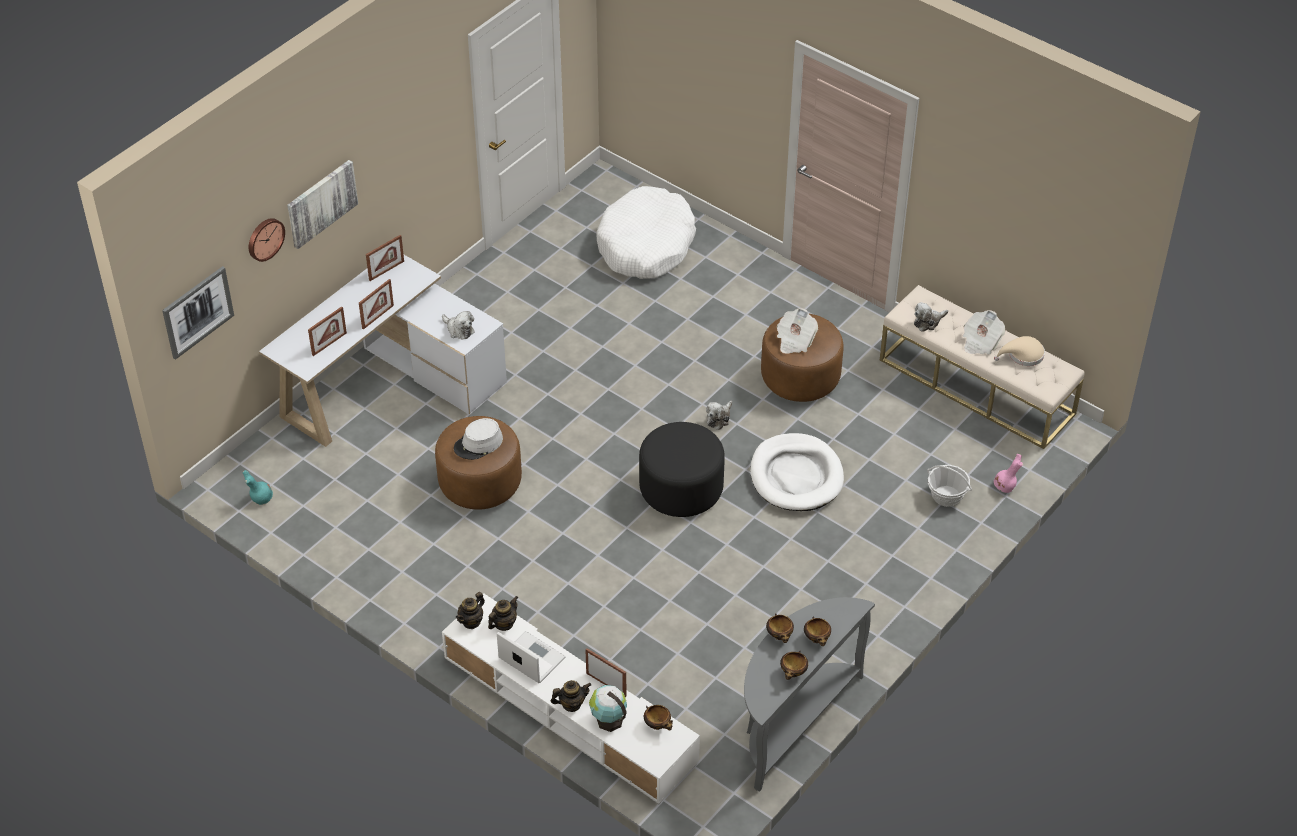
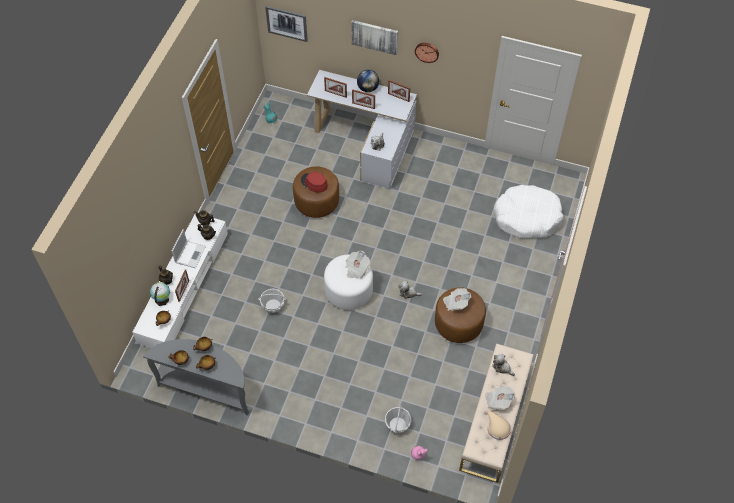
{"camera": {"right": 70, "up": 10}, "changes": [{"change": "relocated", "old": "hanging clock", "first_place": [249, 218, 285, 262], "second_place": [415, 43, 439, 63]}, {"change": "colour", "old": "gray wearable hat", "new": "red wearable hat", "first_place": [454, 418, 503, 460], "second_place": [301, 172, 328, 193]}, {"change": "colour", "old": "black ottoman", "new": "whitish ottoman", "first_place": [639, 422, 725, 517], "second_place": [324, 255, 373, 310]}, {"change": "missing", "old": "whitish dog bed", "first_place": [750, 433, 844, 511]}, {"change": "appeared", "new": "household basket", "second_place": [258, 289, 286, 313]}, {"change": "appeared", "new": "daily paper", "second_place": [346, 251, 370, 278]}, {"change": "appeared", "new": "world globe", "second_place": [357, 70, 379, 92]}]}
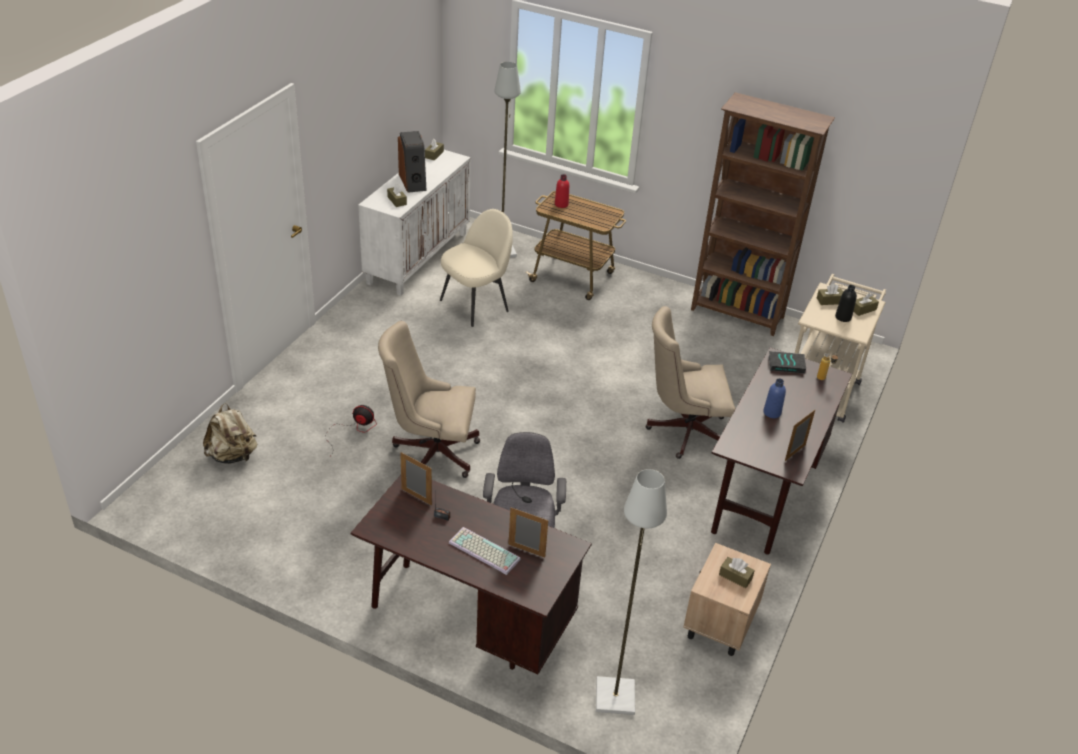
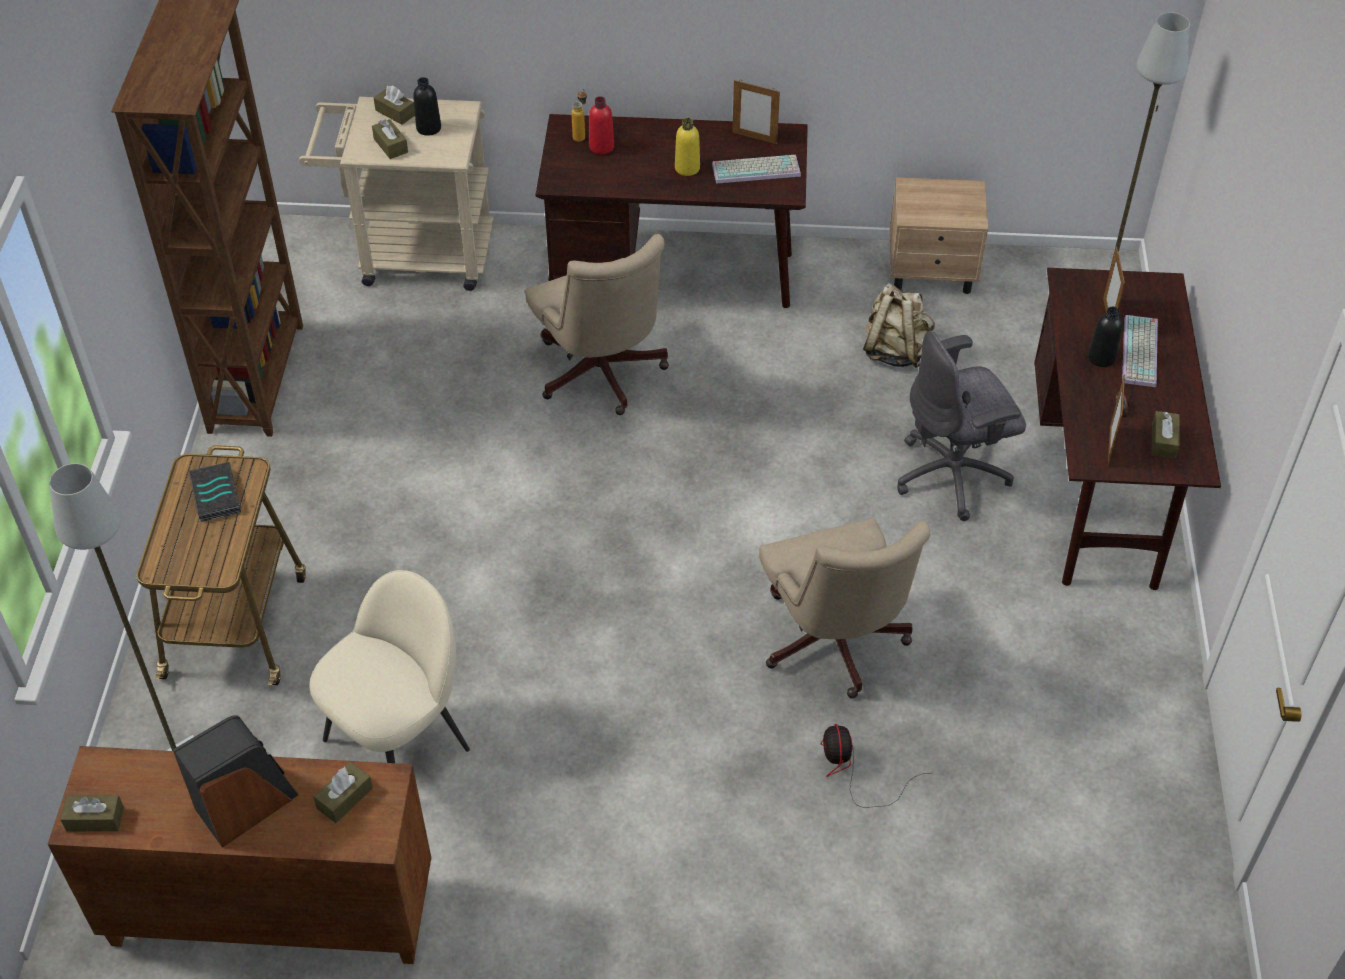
{"camera": {"right": -110, "up": 10}, "changes": [{"change": "relocated", "old": "beige-coloured knapsack", "first_place": [203, 403, 257, 464], "second_place": [863, 283, 935, 368]}, {"change": "colour", "old": "whitish cabinet", "new": "brown-coloured cabinet", "first_place": [358, 150, 471, 296], "second_place": [48, 746, 431, 964]}, {"change": "spun", "old": "beige-coloured upright chair", "first_place": [440, 209, 513, 327], "second_place": [309, 570, 470, 763], "degrees": 105}, {"change": "relocated", "old": "red drink bottle", "first_place": [555, 174, 569, 208], "second_place": [589, 96, 614, 154]}, {"change": "relocated", "old": "brown-coloured tissue box", "first_place": [719, 557, 755, 588], "second_place": [1151, 411, 1180, 459]}, {"change": "colour", "old": "blue-coloured drink bottle", "new": "yellowish drink bottle", "first_place": [763, 378, 786, 418], "second_place": [675, 118, 700, 176]}, {"change": "relocated", "old": "book", "first_place": [768, 351, 806, 374], "second_place": [189, 462, 241, 522]}, {"change": "appeared", "new": "keyboard", "second_place": [712, 155, 801, 184]}, {"change": "appeared", "new": "black drink bottle", "second_place": [1088, 307, 1123, 367]}]}
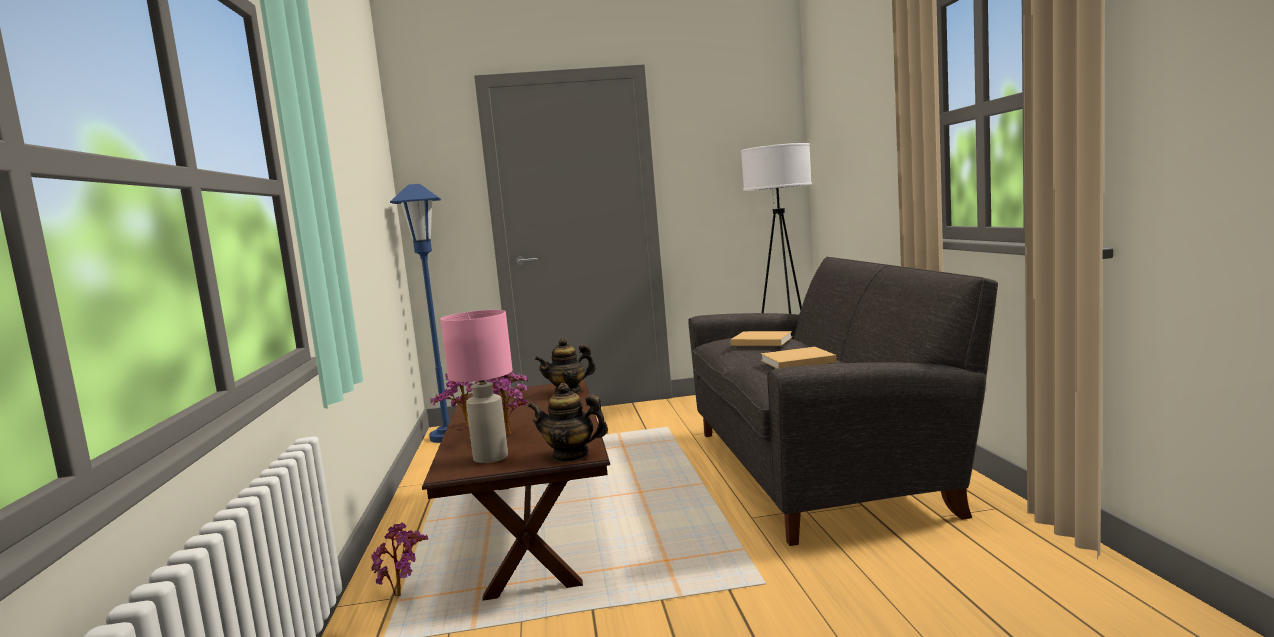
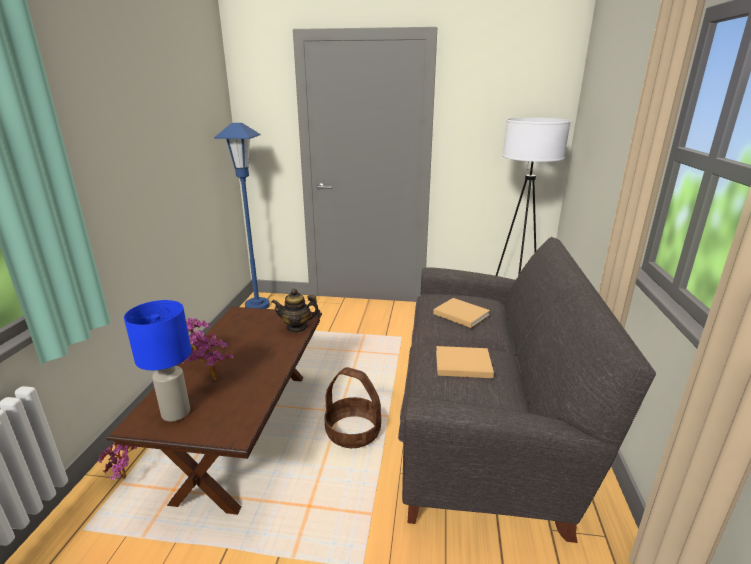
{"camera": {"right": 15, "up": 15}, "changes": [{"change": "colour", "old": "pink lamp for a table", "new": "blue-coloured lamp for a table", "first_place": [440, 310, 513, 463], "second_place": [124, 300, 191, 422]}, {"change": "missing", "old": "tea pot", "first_place": [528, 383, 608, 462]}, {"change": "appeared", "new": "household basket", "second_place": [324, 367, 381, 448]}]}
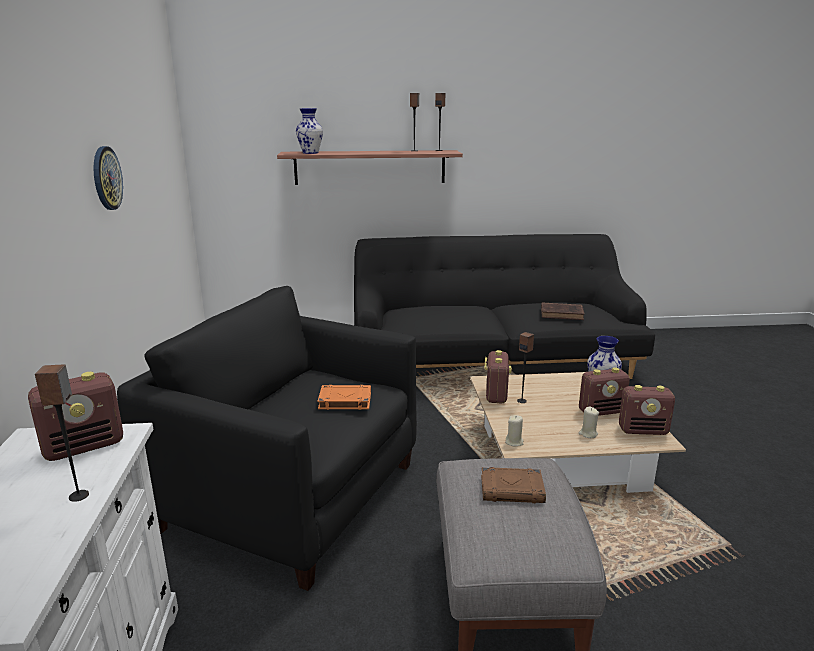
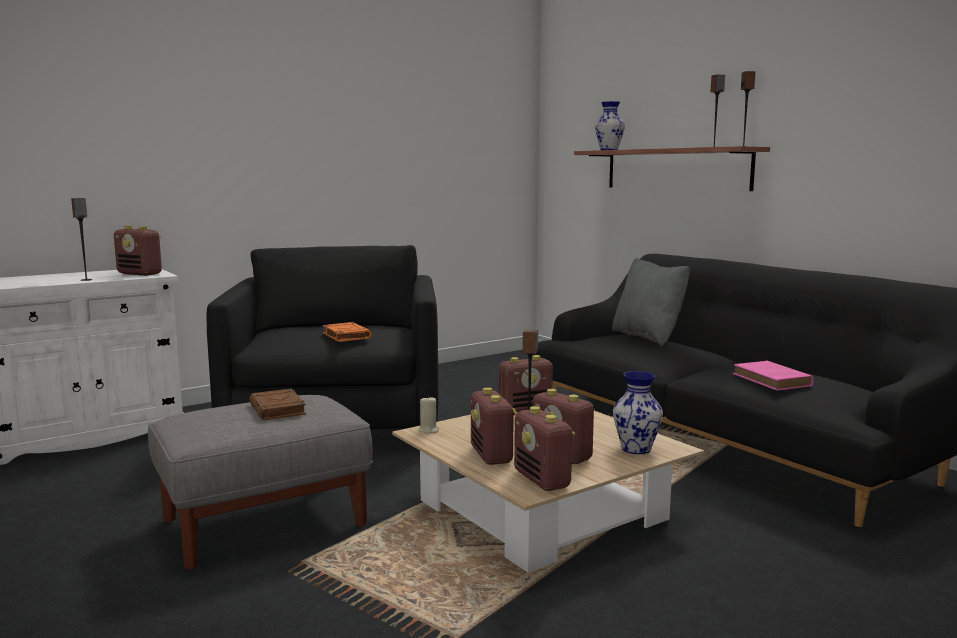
{"camera": {"right": 60, "up": -10}, "changes": [{"change": "missing", "old": "hanging clock", "first_place": [94, 146, 123, 210]}, {"change": "colour", "old": "brown-coloured book", "new": "pink book", "first_place": [541, 303, 584, 320], "second_place": [733, 361, 814, 390]}, {"change": "exchanged", "old": "beige-coloured candle", "new": "radio set", "first_place": [579, 407, 599, 438], "second_place": [471, 387, 517, 465]}, {"change": "appeared", "new": "gray cushion", "second_place": [612, 258, 690, 346]}]}
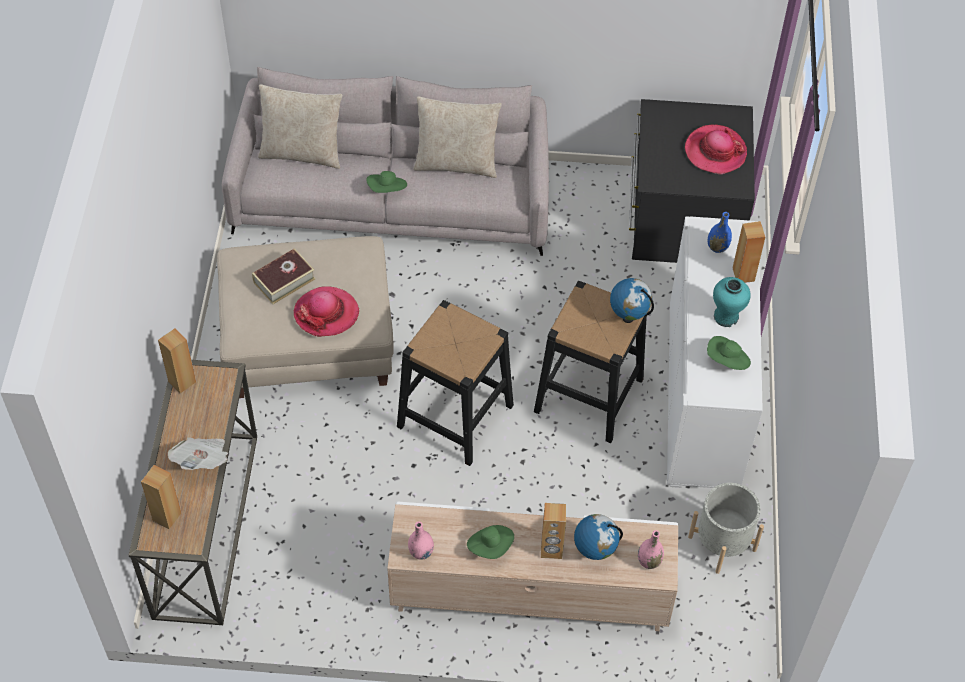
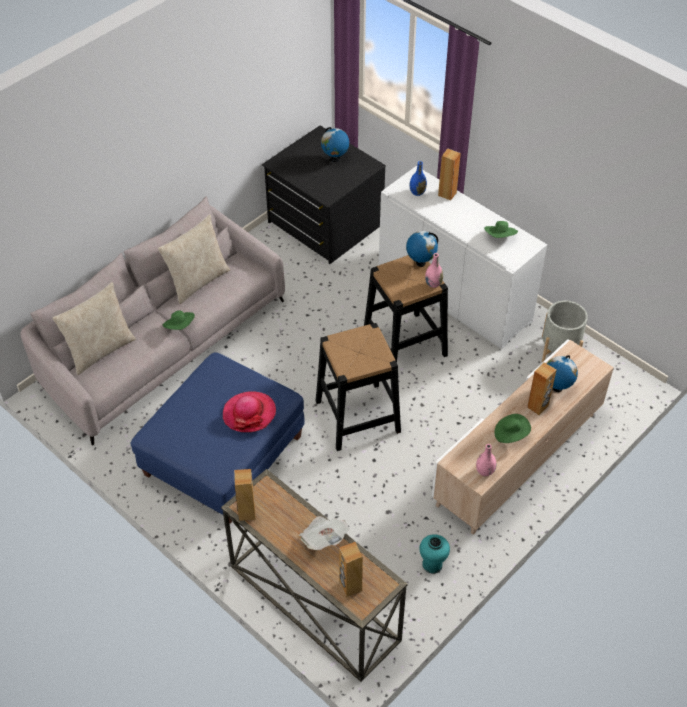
{"camera": {"right": -50, "up": -5}, "changes": [{"change": "colour", "old": "beige-coloured ottoman", "new": "blue-coloured ottoman", "first_place": [217, 236, 394, 398], "second_place": [130, 352, 305, 524]}, {"change": "missing", "old": "book", "first_place": [252, 248, 315, 305]}, {"change": "relocated", "old": "pink flower vase", "first_place": [638, 530, 664, 569], "second_place": [425, 253, 443, 288]}, {"change": "exchanged", "old": "wearable hat", "new": "world globe", "first_place": [685, 124, 747, 174], "second_place": [321, 127, 349, 162]}, {"change": "relocated", "old": "turquoise flower vase", "first_place": [713, 277, 751, 327], "second_place": [420, 534, 450, 574]}]}
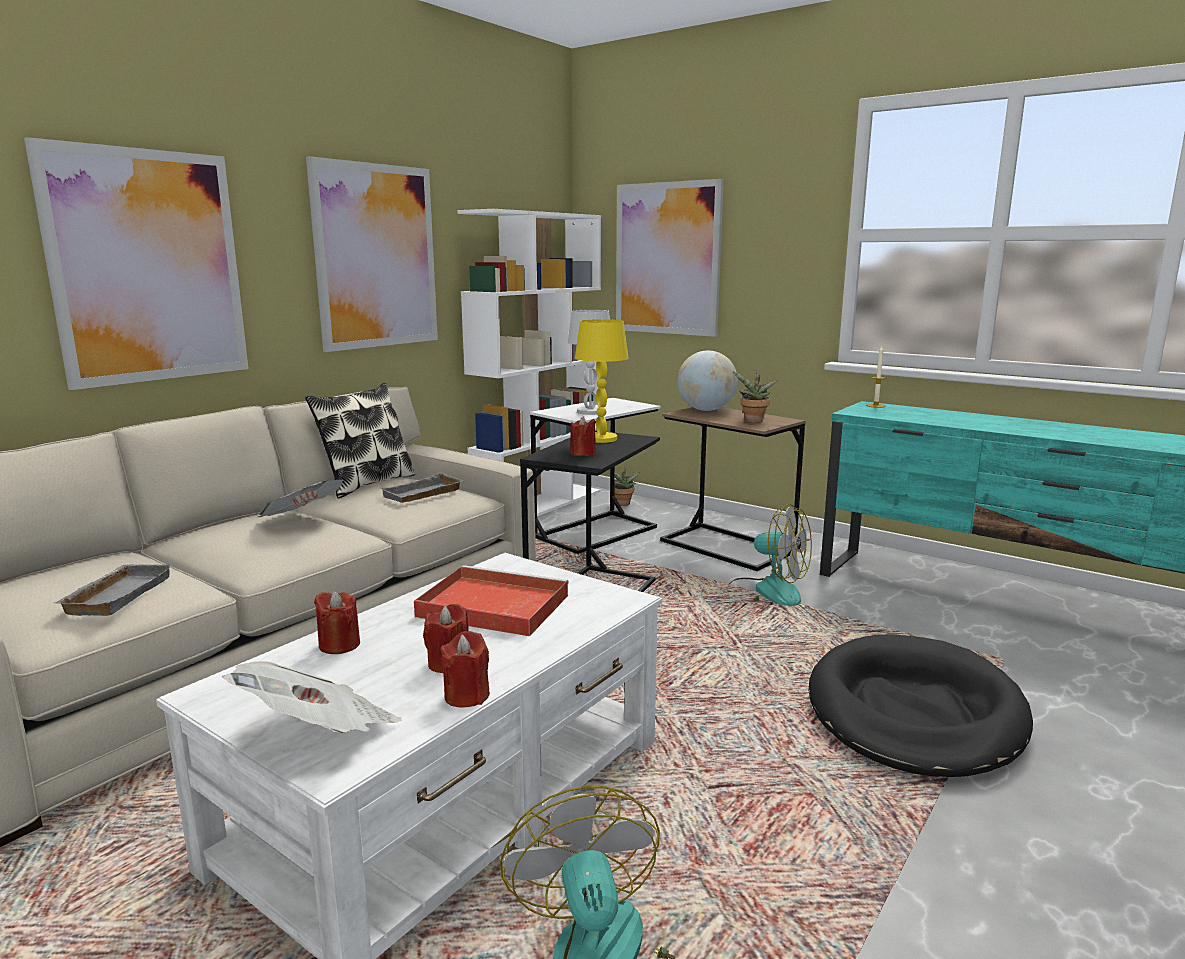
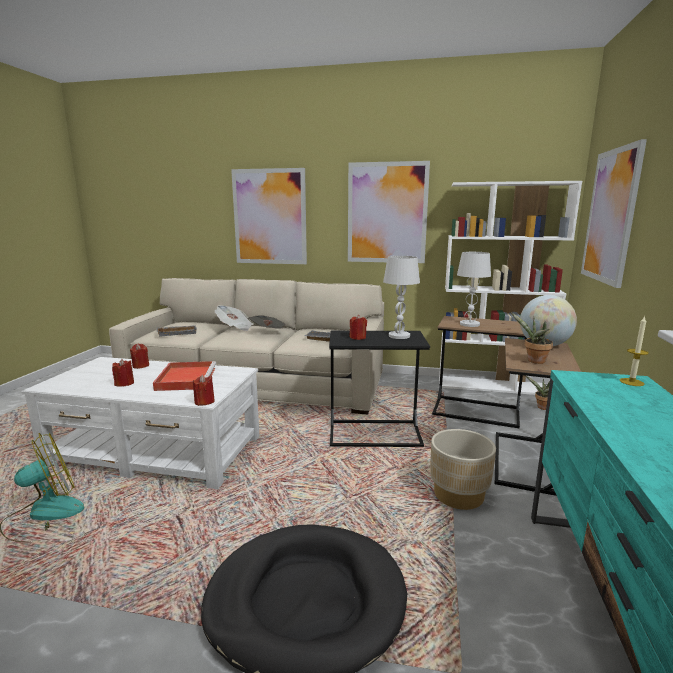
{"camera": {"right": 65, "up": 0}, "changes": [{"change": "relocated", "old": "daily paper", "first_place": [222, 661, 402, 733], "second_place": [215, 305, 253, 331]}, {"change": "missing", "old": "cushion", "first_place": [305, 382, 415, 499]}, {"change": "relocated", "old": "red candle", "first_place": [440, 631, 490, 708], "second_place": [193, 375, 215, 406]}, {"change": "colour", "old": "whitish side table", "new": "brown-coloured side table", "first_place": [530, 398, 661, 554], "second_place": [432, 316, 527, 428]}, {"change": "colour", "old": "yellowish lamp for a table", "new": "whitish lamp for a table", "first_place": [575, 319, 629, 443], "second_place": [383, 256, 420, 339]}, {"change": "exchanged", "old": "cooling fan", "new": "beige-coloured flower pot", "first_place": [727, 504, 812, 606], "second_place": [430, 429, 496, 510]}]}
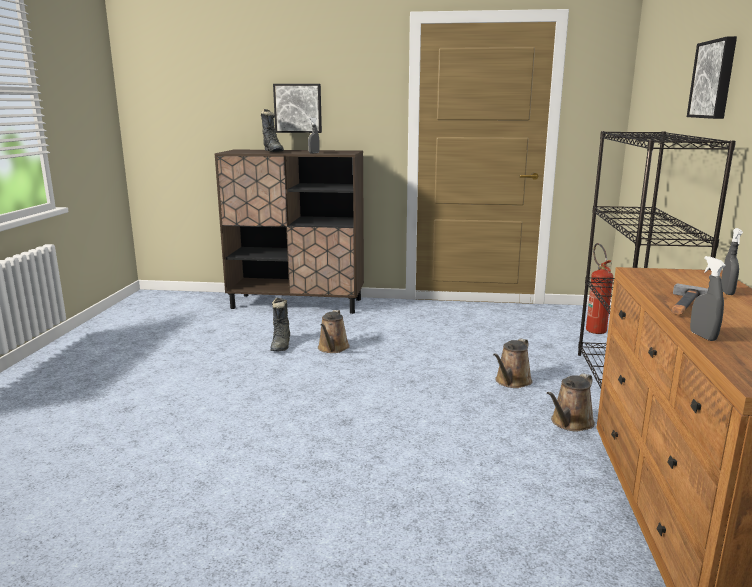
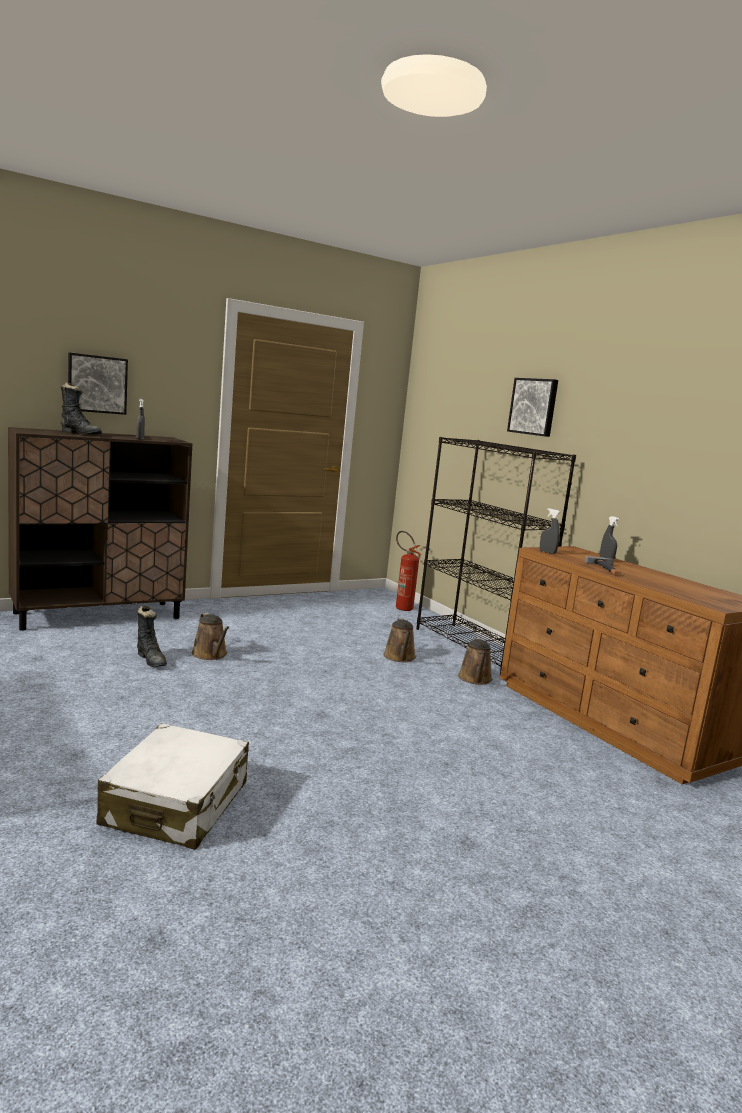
{"camera": {"right": -40, "up": -5}, "changes": [{"change": "relocated", "old": "gray hand sprayer", "first_place": [690, 256, 726, 341], "second_place": [540, 508, 560, 554]}, {"change": "appeared", "new": "whitish travel case", "second_place": [97, 723, 249, 850]}]}
